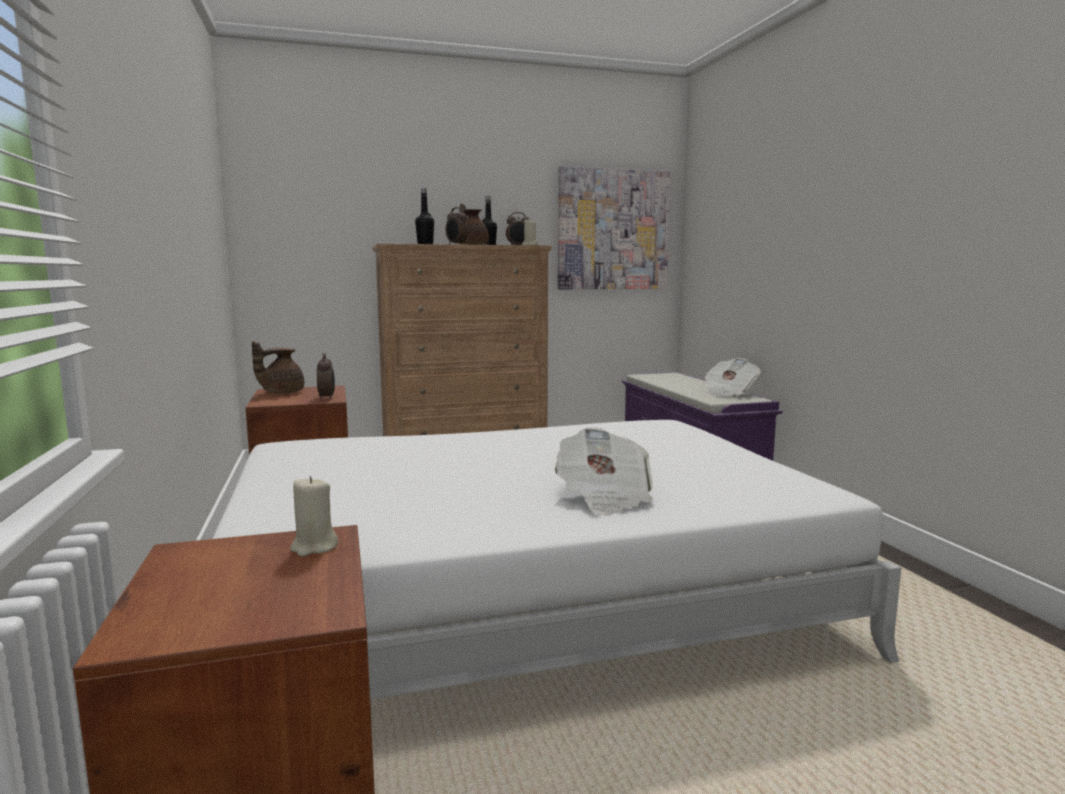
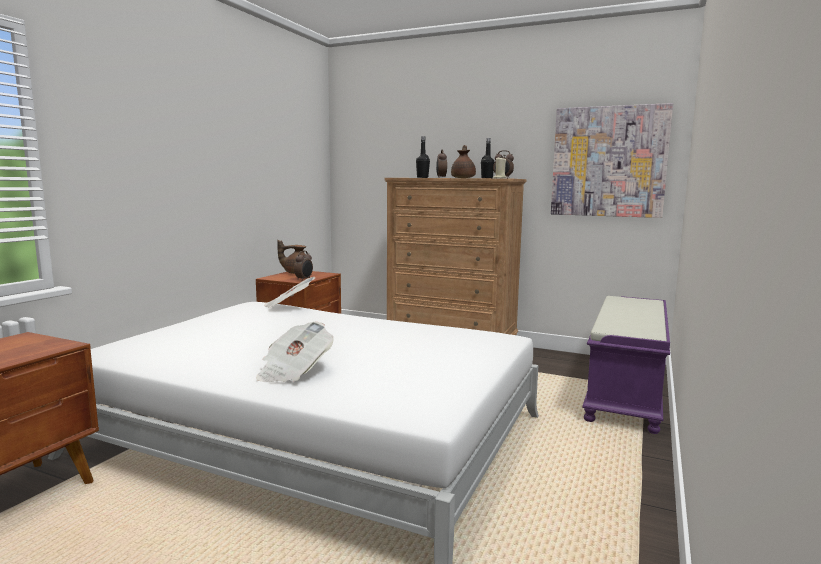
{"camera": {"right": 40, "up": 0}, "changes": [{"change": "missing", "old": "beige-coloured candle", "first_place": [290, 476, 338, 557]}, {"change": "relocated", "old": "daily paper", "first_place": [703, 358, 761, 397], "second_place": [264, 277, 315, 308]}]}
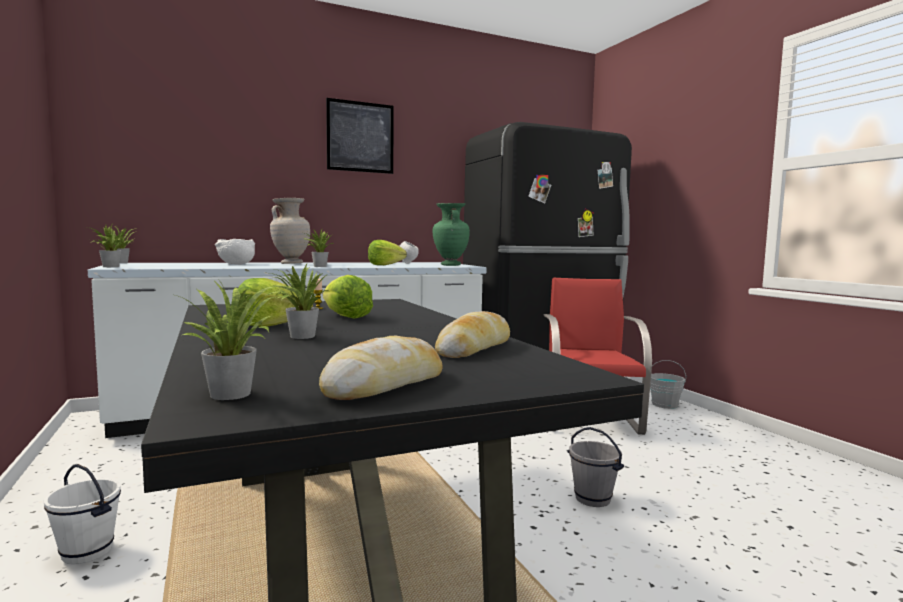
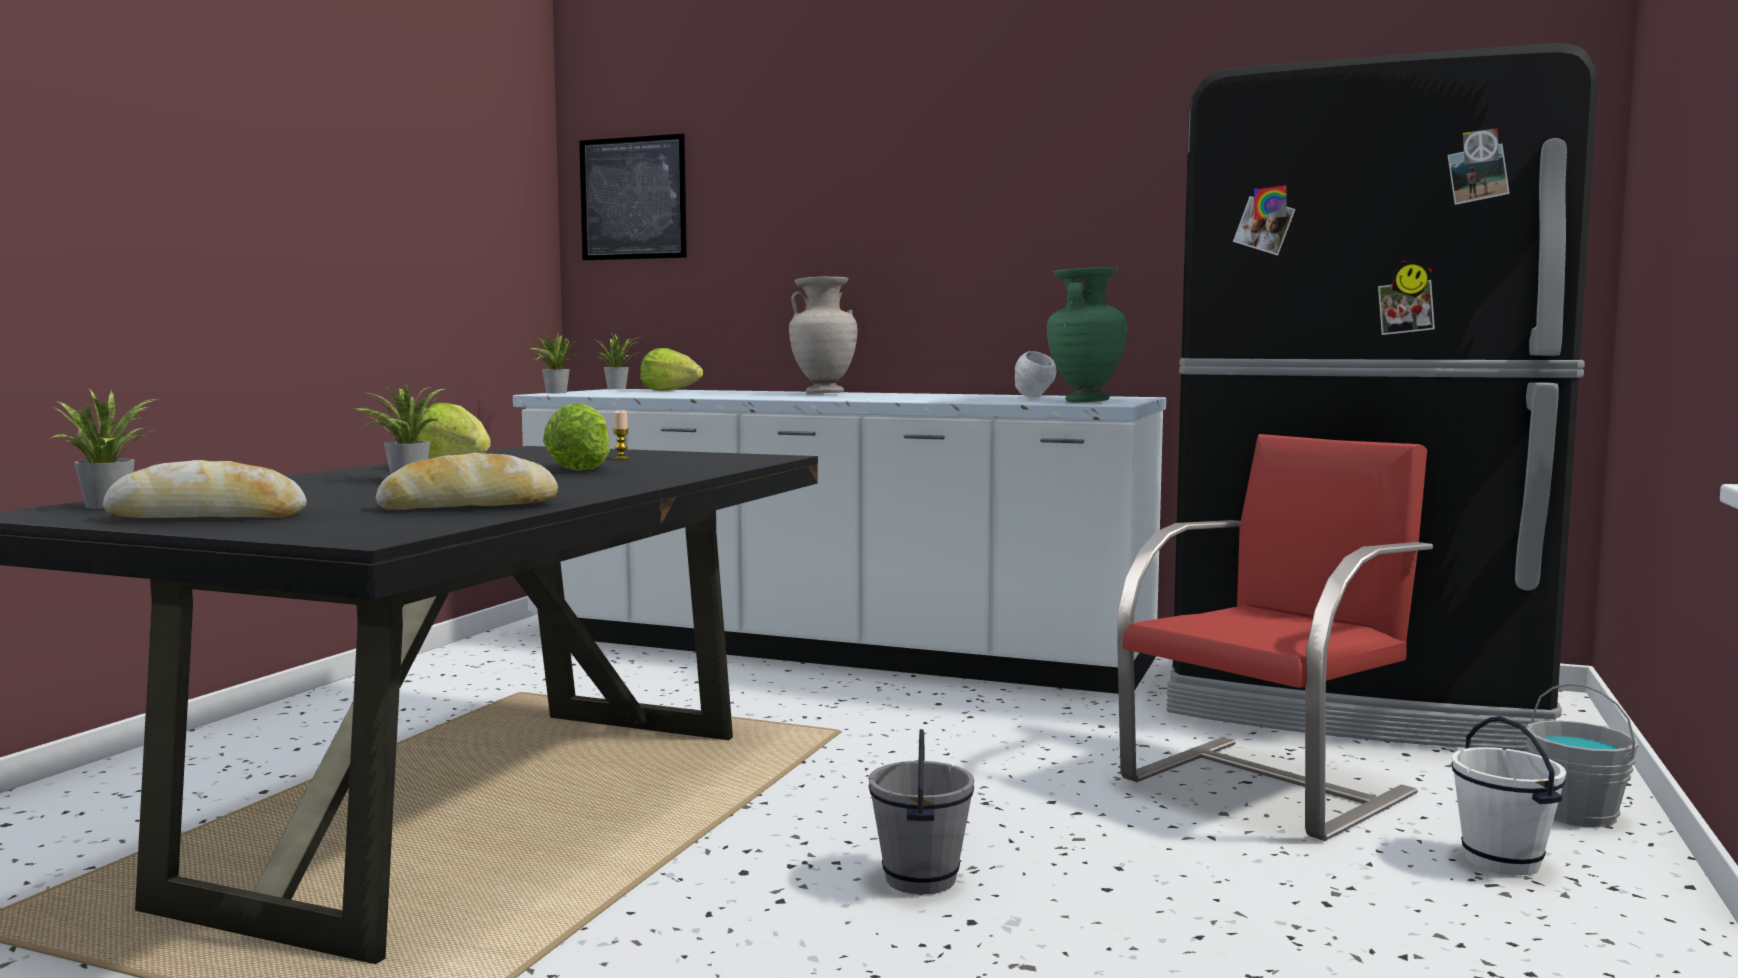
{"camera": {"right": 45, "up": 0}, "changes": [{"change": "relocated", "old": "whitish water bucket", "first_place": [44, 464, 121, 565], "second_place": [1451, 716, 1566, 876]}, {"change": "missing", "old": "whitish serving bowl", "first_place": [215, 239, 255, 265]}, {"change": "missing", "old": "potted plant", "first_place": [305, 229, 335, 267]}, {"change": "relocated", "old": "wall picture", "first_place": [326, 98, 394, 174], "second_place": [579, 134, 687, 261]}, {"change": "relocated", "old": "head of lettuce", "first_place": [368, 240, 407, 265], "second_place": [640, 348, 703, 391]}]}
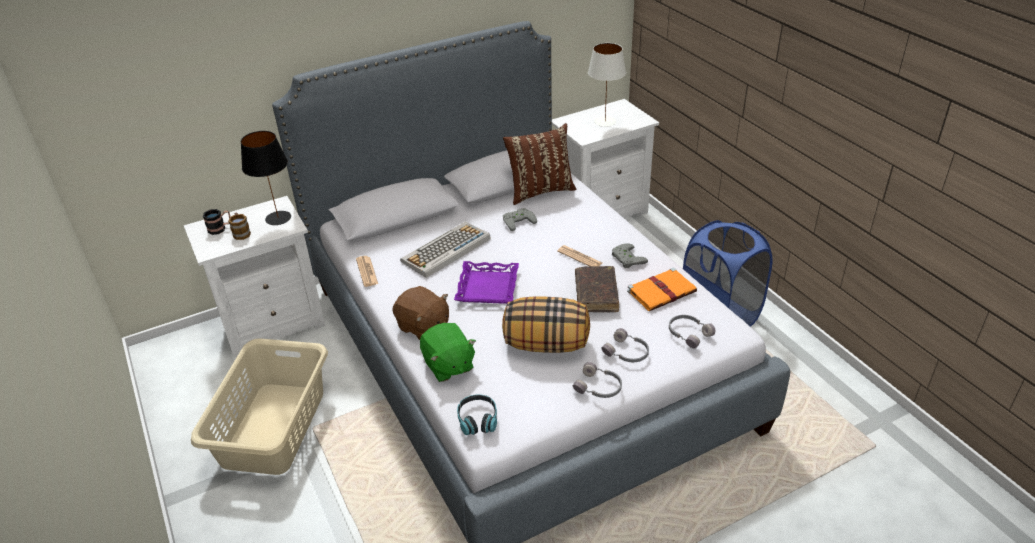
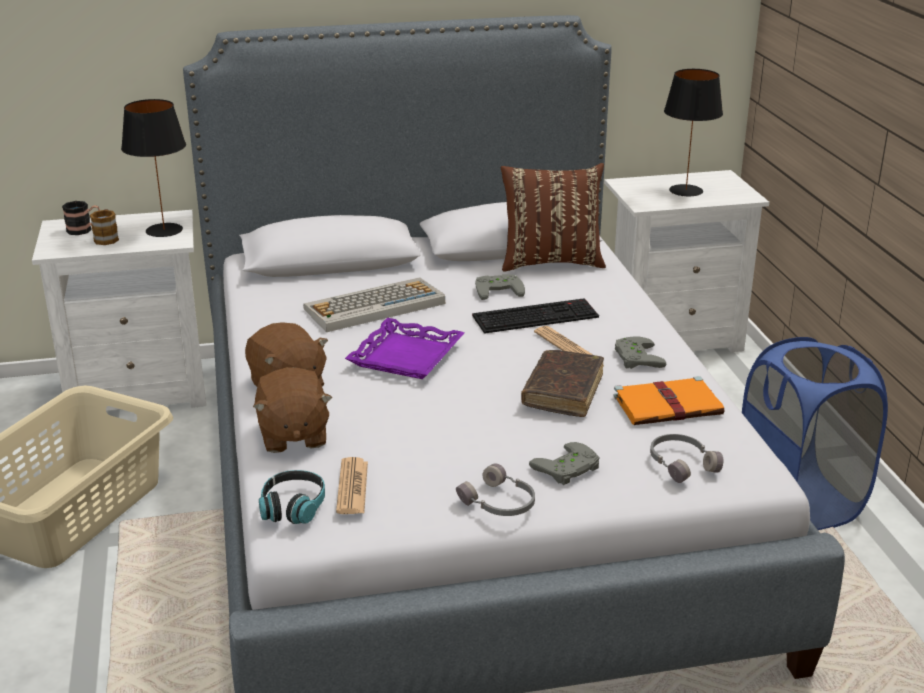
{"camera": {"right": 15, "up": -10}, "changes": [{"change": "relocated", "old": "daily paper", "first_place": [356, 256, 378, 287], "second_place": [336, 457, 368, 514]}, {"change": "colour", "old": "green soft toy", "new": "brown-coloured soft toy", "first_place": [420, 323, 476, 382], "second_place": [253, 367, 332, 453]}, {"change": "missing", "old": "cushion", "first_place": [502, 296, 590, 353]}, {"change": "colour", "old": "whitish lamp for a table", "new": "black lamp for a table", "first_place": [588, 43, 626, 127], "second_place": [664, 69, 723, 196]}, {"change": "exchanged", "old": "gray pair of headphones", "new": "gray gamepad", "first_place": [601, 328, 649, 362], "second_place": [529, 442, 600, 485]}, {"change": "appeared", "new": "keyboard", "second_place": [472, 298, 599, 334]}]}
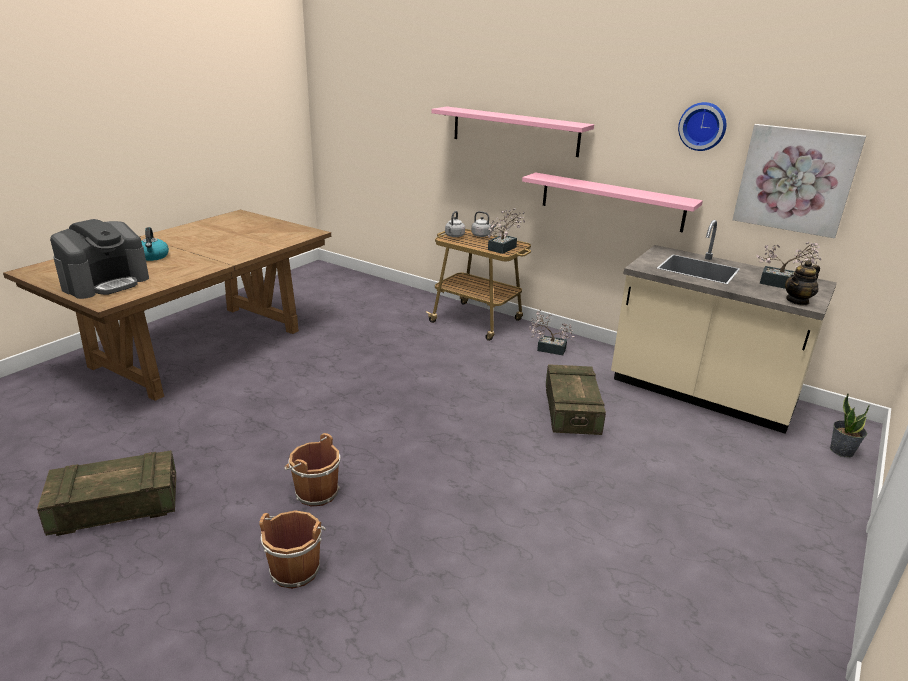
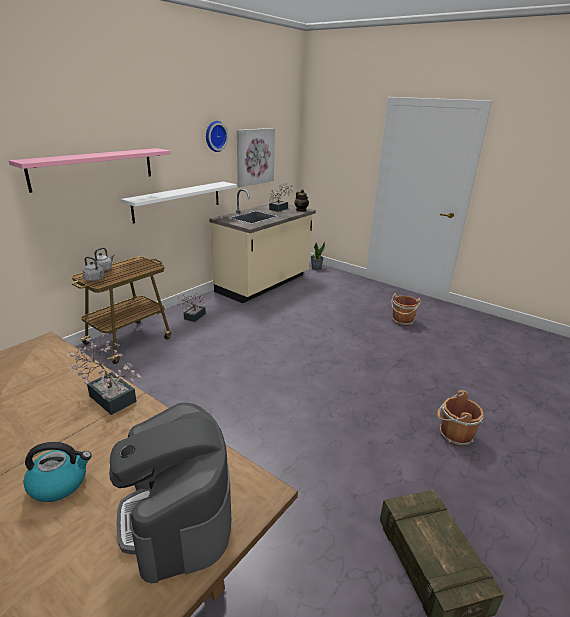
{"camera": {"right": -85, "up": 0}, "changes": [{"change": "spun", "old": "coffee brewer", "first_place": [50, 219, 149, 299], "second_place": [109, 403, 231, 584], "degrees": -150}, {"change": "relocated", "old": "brown-coloured water bucket", "first_place": [285, 433, 340, 507], "second_place": [391, 293, 421, 326]}, {"change": "relocated", "old": "potted plant", "first_place": [488, 208, 525, 254], "second_place": [66, 334, 142, 415]}, {"change": "colour", "old": "pink shelf", "new": "whitish shelf", "first_place": [522, 172, 703, 233], "second_place": [121, 182, 237, 224]}, {"change": "missing", "old": "crate", "first_place": [546, 364, 606, 435]}]}
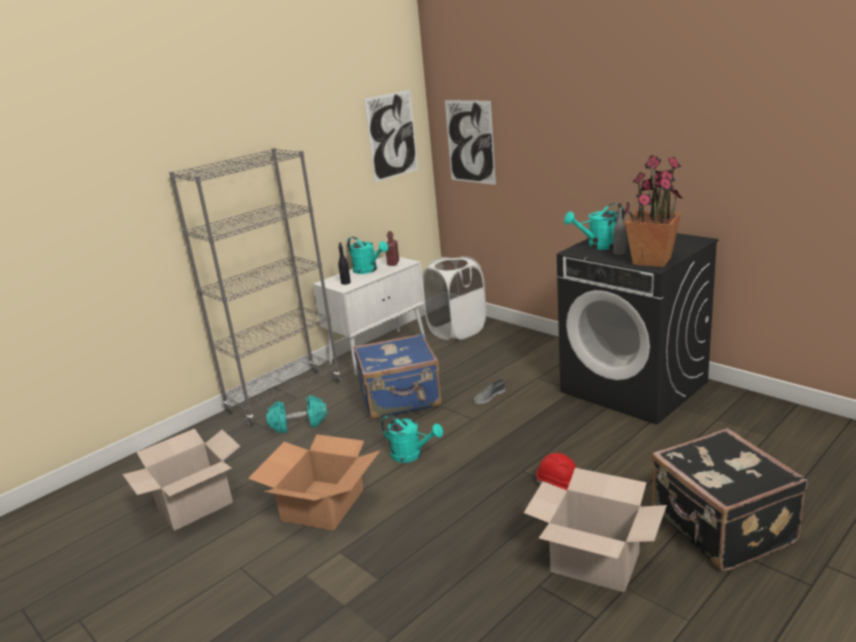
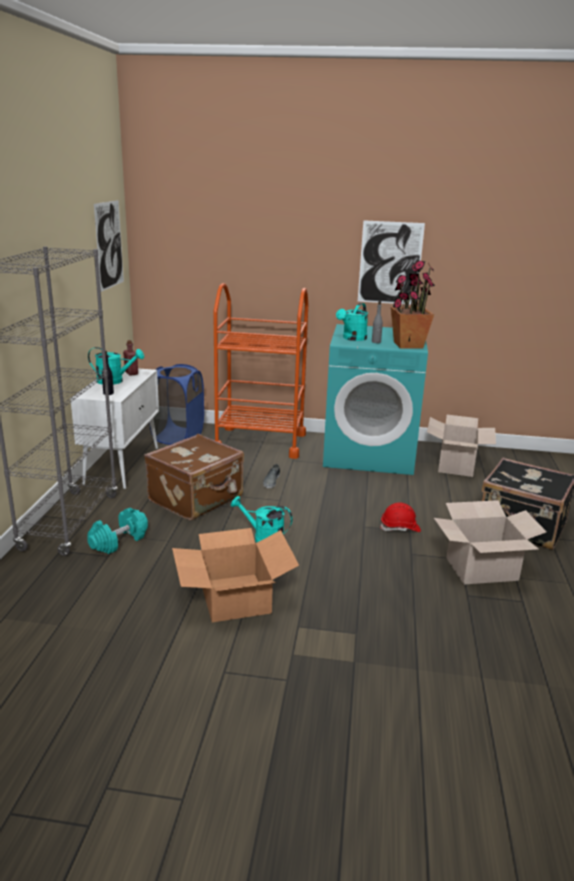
{"camera": {"right": -40, "up": 0}, "changes": [{"change": "relocated", "old": "cardboard box", "first_place": [122, 428, 240, 531], "second_place": [427, 415, 496, 477]}, {"change": "colour", "old": "blue-coloured travel case", "new": "brown-coloured travel case", "first_place": [353, 333, 442, 420], "second_place": [144, 434, 244, 521]}, {"change": "spun", "old": "turquoise sprinkling can", "first_place": [381, 415, 443, 463], "second_place": [231, 496, 293, 543], "degrees": -150}, {"change": "colour", "old": "whitish laundry basket", "new": "blue-coloured laundry basket", "first_place": [422, 256, 486, 340], "second_place": [149, 364, 204, 445]}, {"change": "relocated", "old": "wall picture", "first_place": [445, 100, 496, 185], "second_place": [358, 220, 425, 305]}, {"change": "colour", "old": "black laundry appliance", "new": "turquoise laundry appliance", "first_place": [557, 226, 719, 425], "second_place": [323, 324, 428, 475]}, {"change": "appeared", "new": "orangey cart", "second_place": [213, 283, 308, 459]}]}
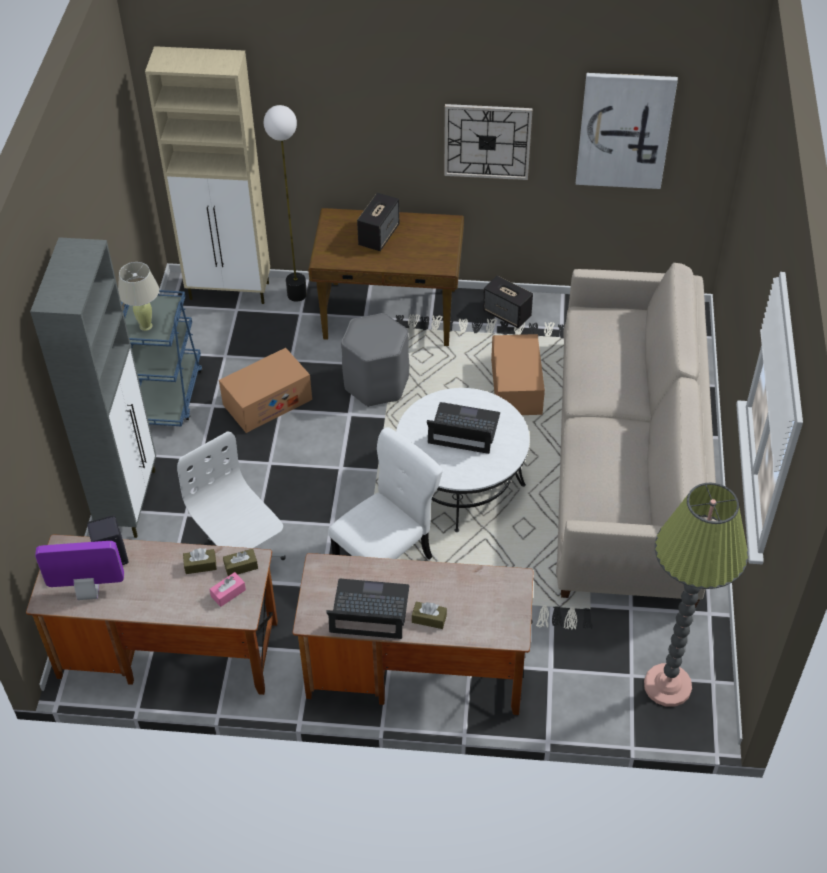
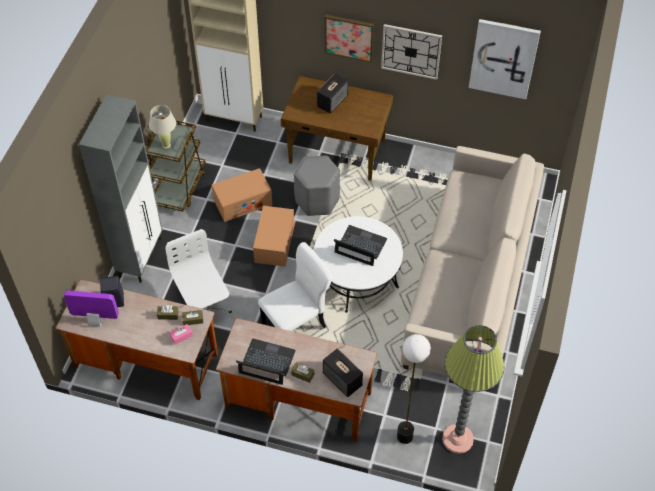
{"camera": {"right": 10, "up": 5}, "changes": [{"change": "colour", "old": "blue-coloured cart", "new": "brown-coloured cart", "first_place": [121, 290, 203, 426], "second_place": [146, 117, 206, 211]}, {"change": "relocated", "old": "floor lamp", "first_place": [264, 105, 307, 302], "second_place": [397, 334, 431, 444]}, {"change": "relocated", "old": "speaker", "first_place": [483, 275, 533, 328], "second_place": [323, 348, 363, 397]}, {"change": "relocated", "old": "cardboard box", "first_place": [491, 334, 545, 415], "second_place": [253, 206, 295, 267]}, {"change": "appeared", "new": "wall picture", "second_place": [325, 15, 374, 63]}]}
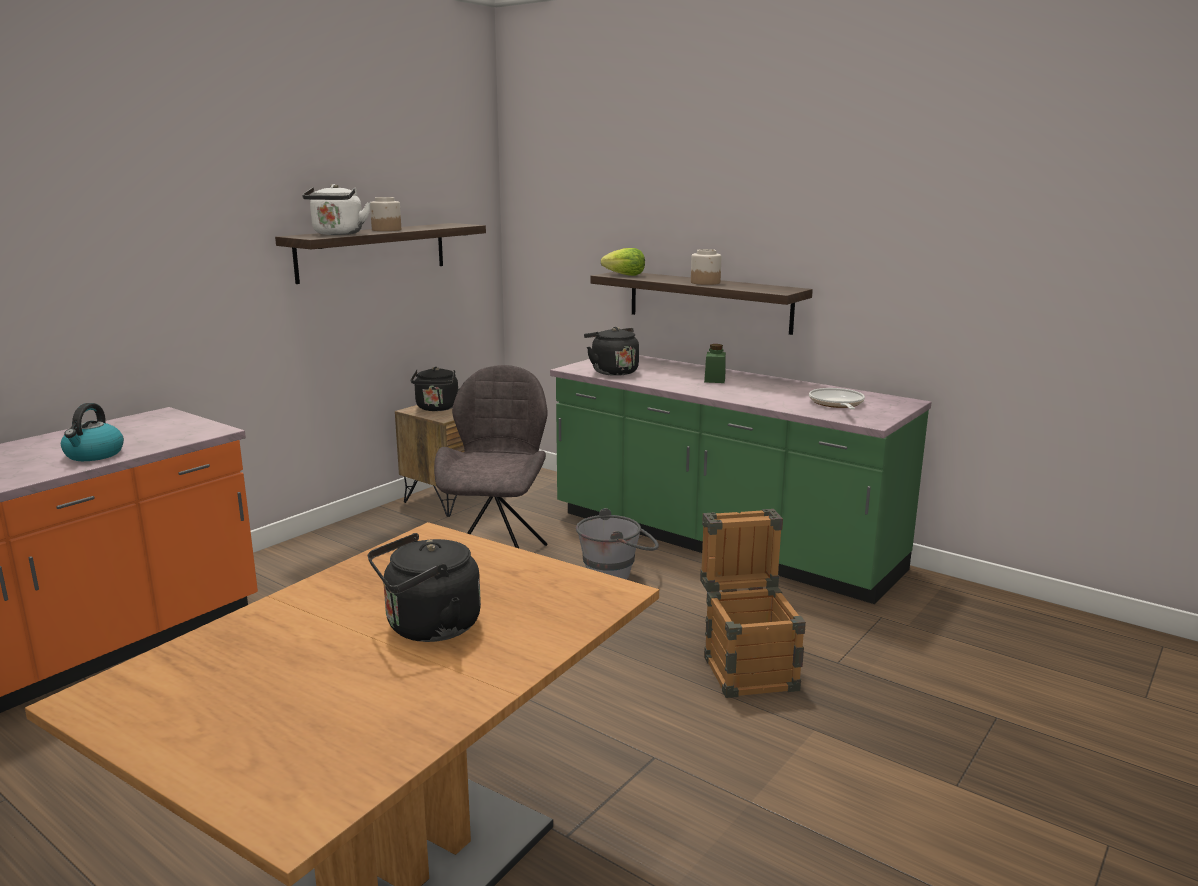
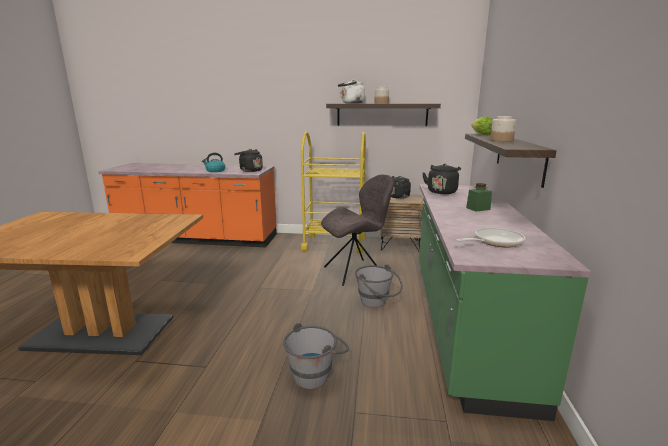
{"camera": {"right": 60, "up": 0}, "changes": [{"change": "relocated", "old": "black tea kettle", "first_place": [368, 533, 481, 642], "second_place": [234, 149, 263, 172]}, {"change": "exchanged", "old": "crate", "new": "gray water bucket", "first_place": [700, 509, 806, 698], "second_place": [283, 323, 349, 389]}, {"change": "appeared", "new": "yellowish cart", "second_place": [301, 132, 366, 254]}]}
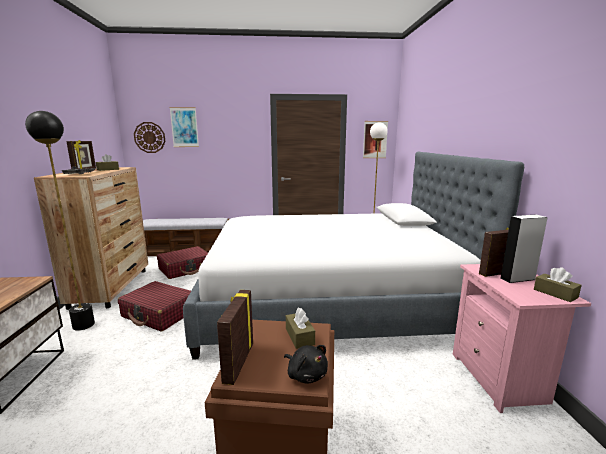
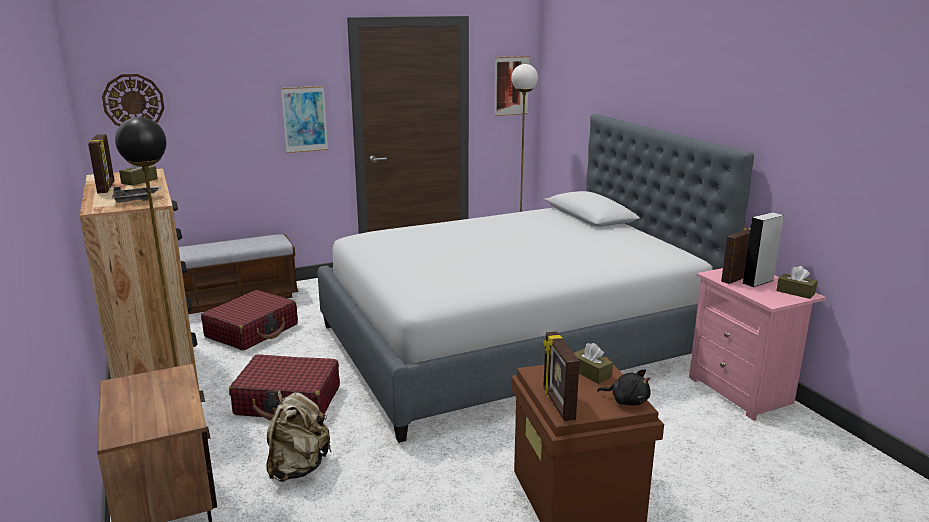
{"camera": {"right": -20, "up": 5}, "changes": [{"change": "relocated", "old": "wall picture", "first_place": [170, 107, 199, 147], "second_place": [281, 86, 328, 153]}, {"change": "appeared", "new": "beige-coloured knapsack", "second_place": [266, 390, 332, 482]}]}
